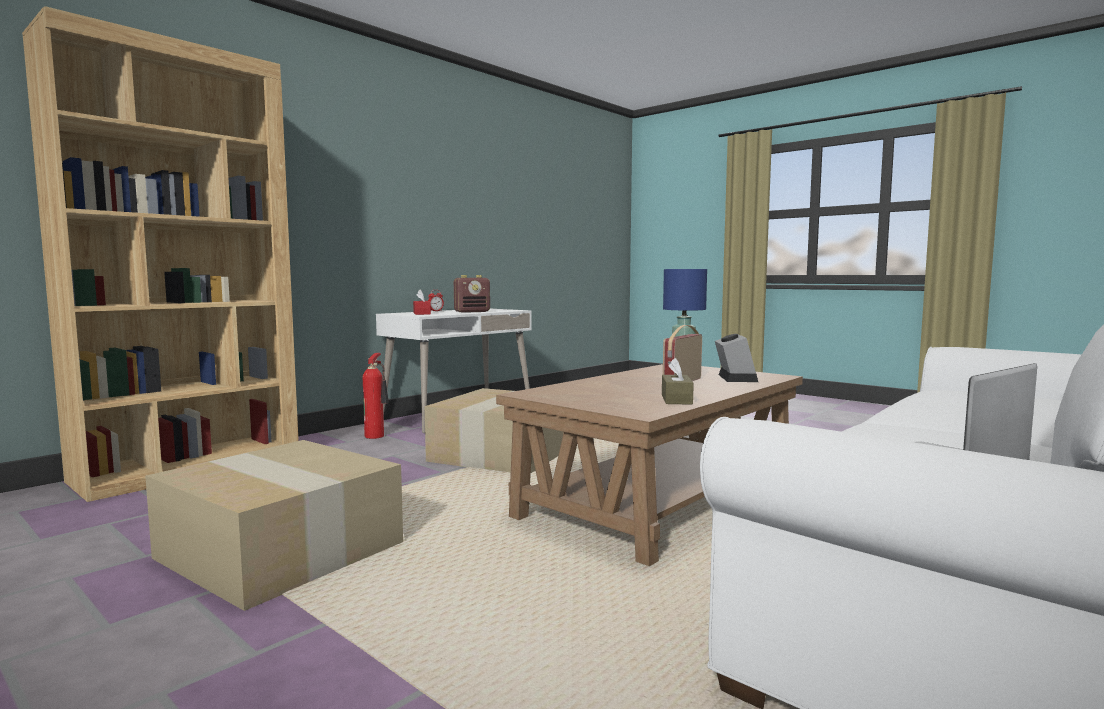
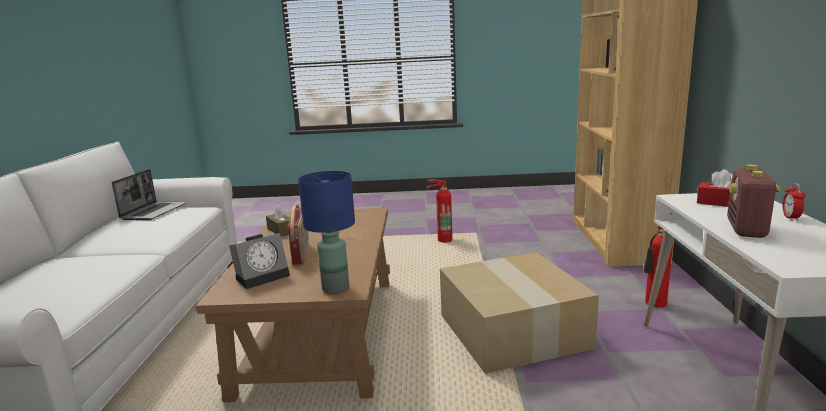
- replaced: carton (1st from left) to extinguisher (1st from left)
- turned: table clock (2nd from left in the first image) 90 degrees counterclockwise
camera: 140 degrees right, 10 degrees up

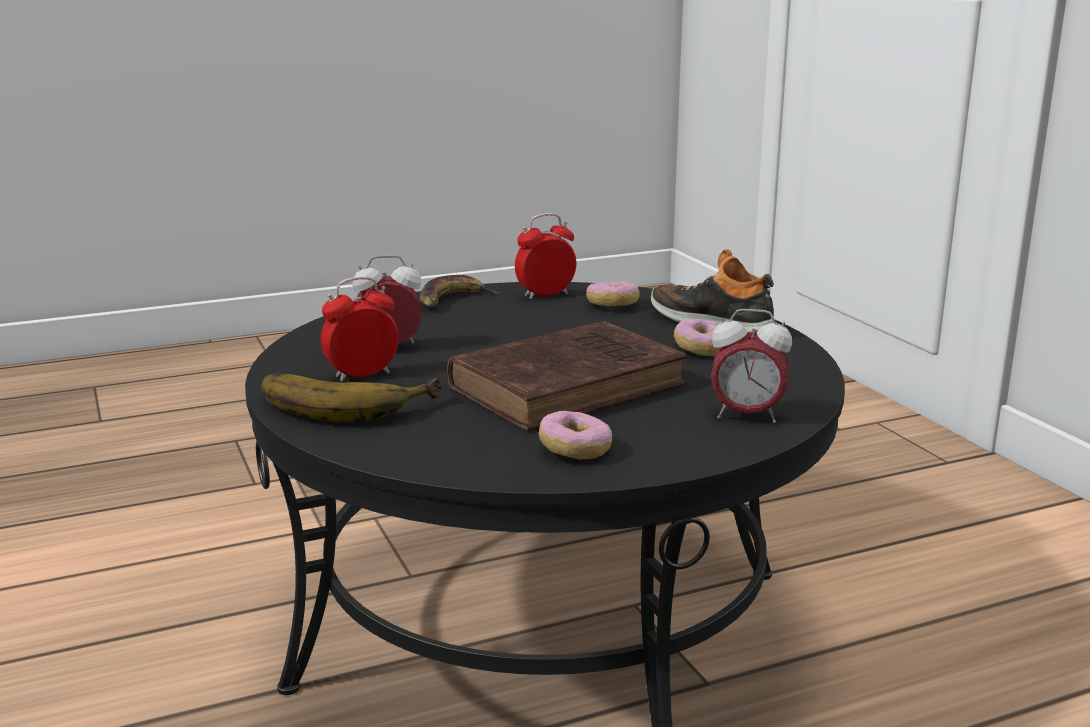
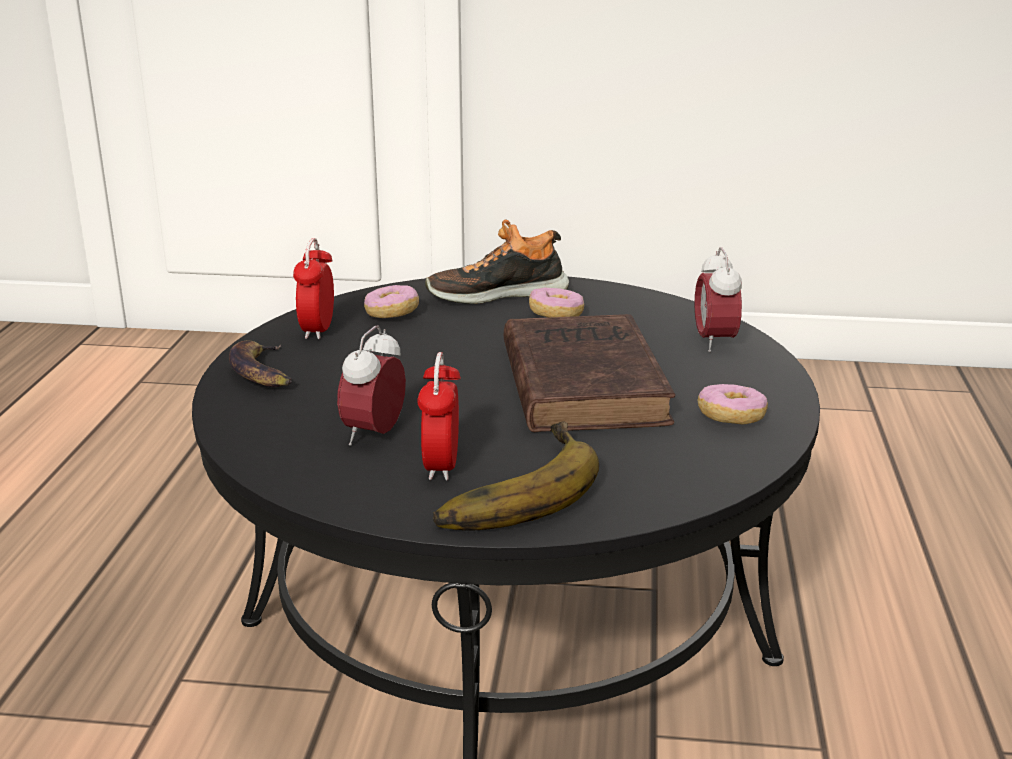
- turned: table clock (4th from left) 135 degrees clockwise
camera: 60 degrees left, 5 degrees up

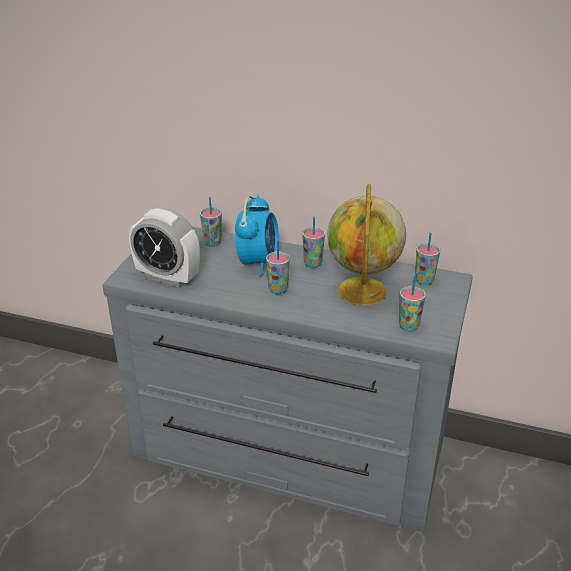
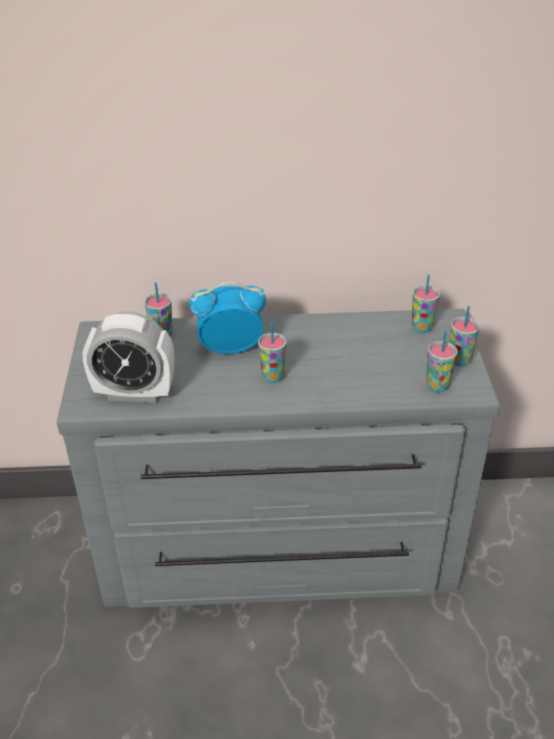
- turned: table clock (2nd from left) 90 degrees counterclockwise
- moved: drinking cup (3rd from left in the first image) to drinking cup (5th from left)
- removed: globe
camera: 20 degrees left, 5 degrees up

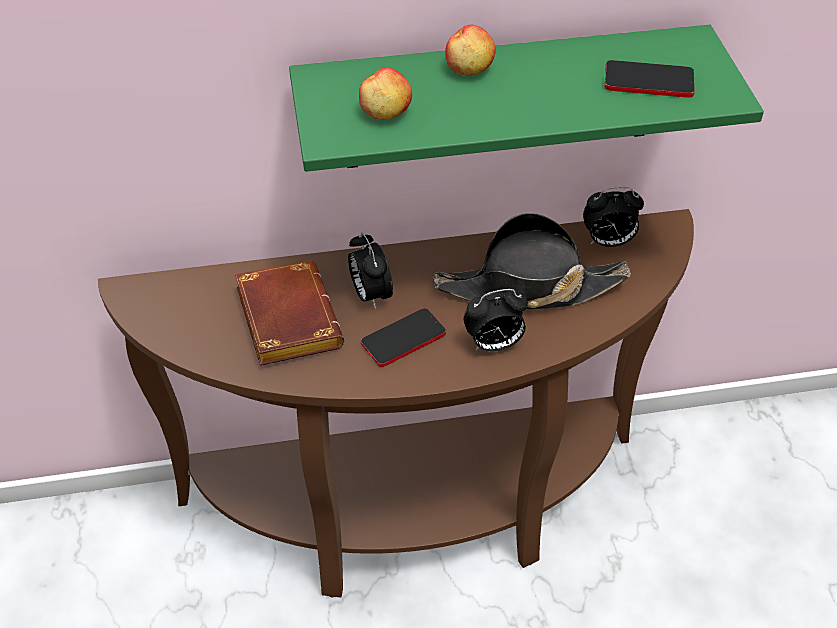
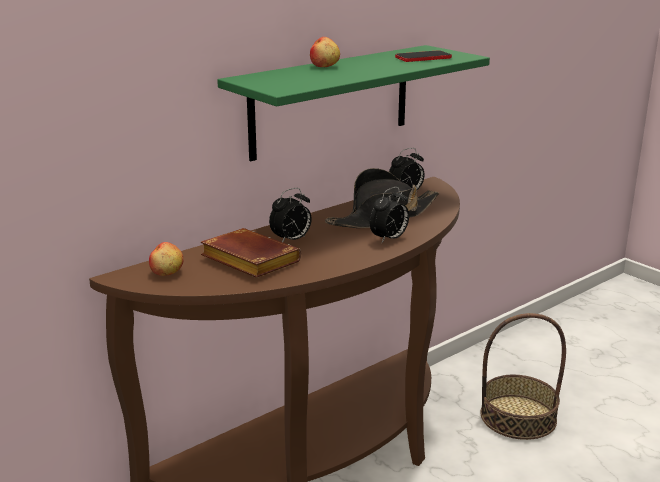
- turned: table clock (1st from left) 75 degrees counterclockwise
- moved: apple (1st from left)
- removed: telephone (1st from left)
- added: basket
camera: 30 degrees left, 25 degrees down

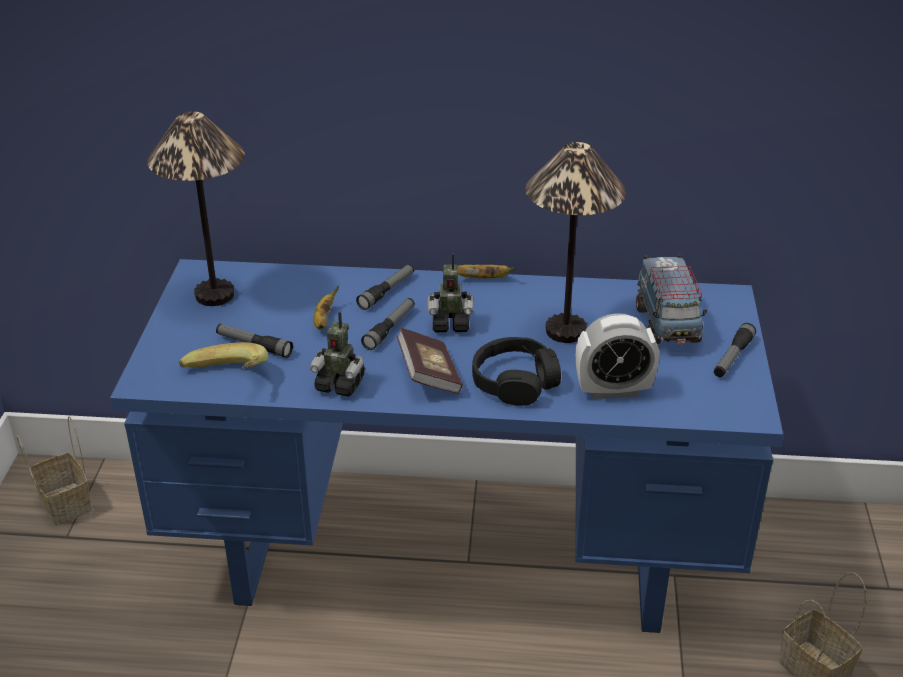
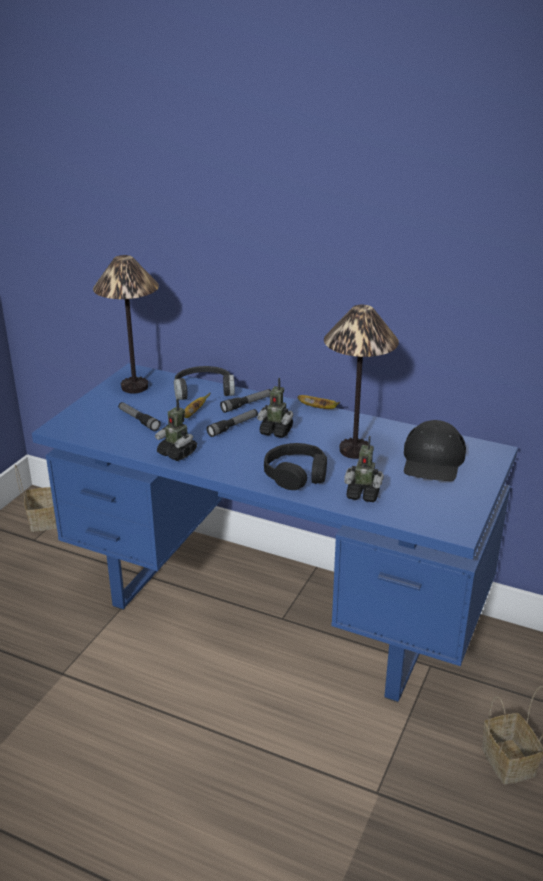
- removed: banana (1st from left)
- removed: book
- replaced: table clock to robot figure (3rd from left)
- replaced: toy truck to blackish cap
- removed: torch (4th from left)
- added: blackish headphones (1st from left)
camera: 20 degrees right, 5 degrees down

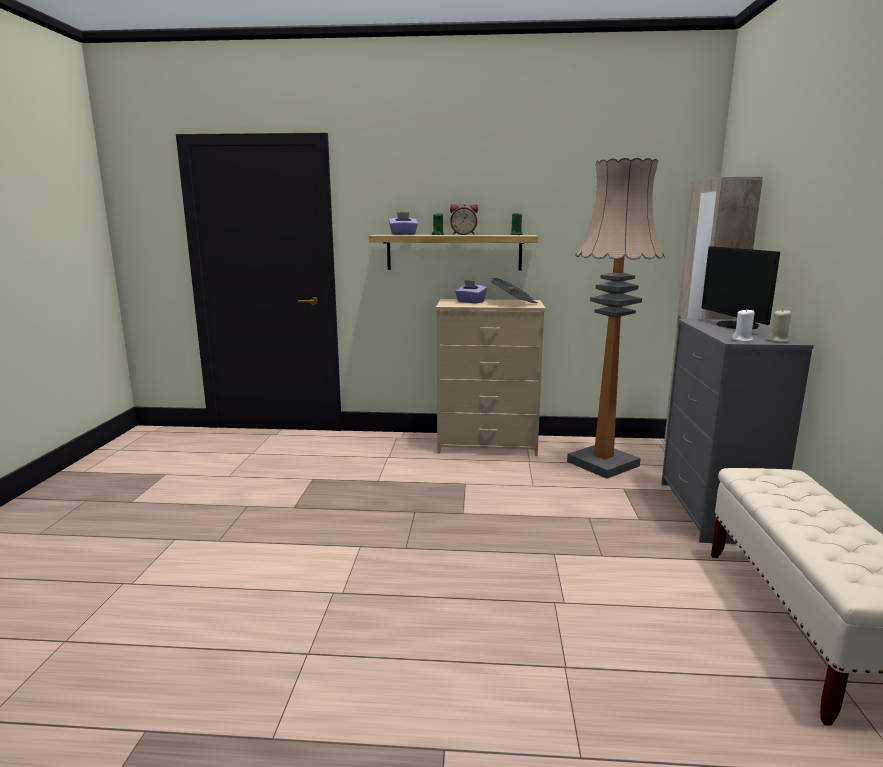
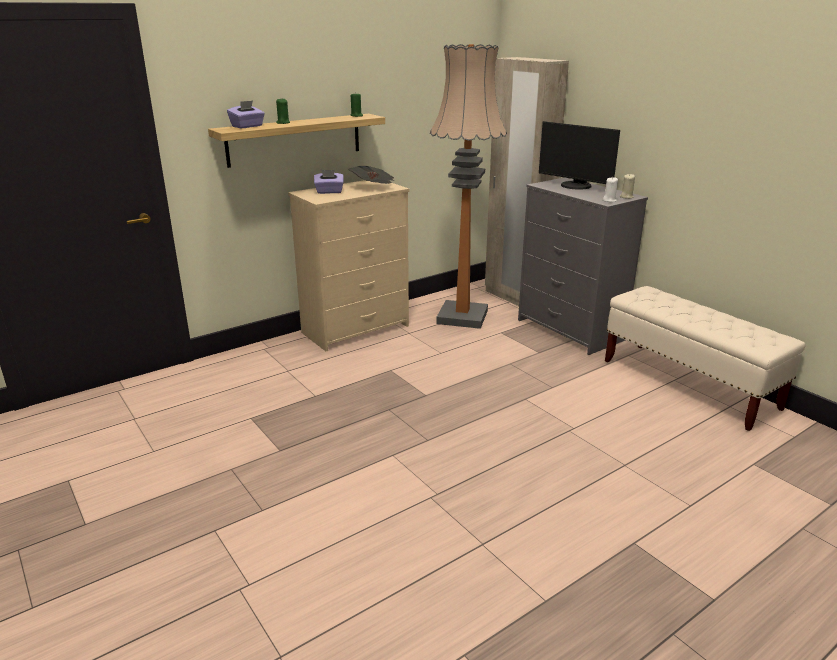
- removed: table clock
camera: 40 degrees left, 10 degrees up

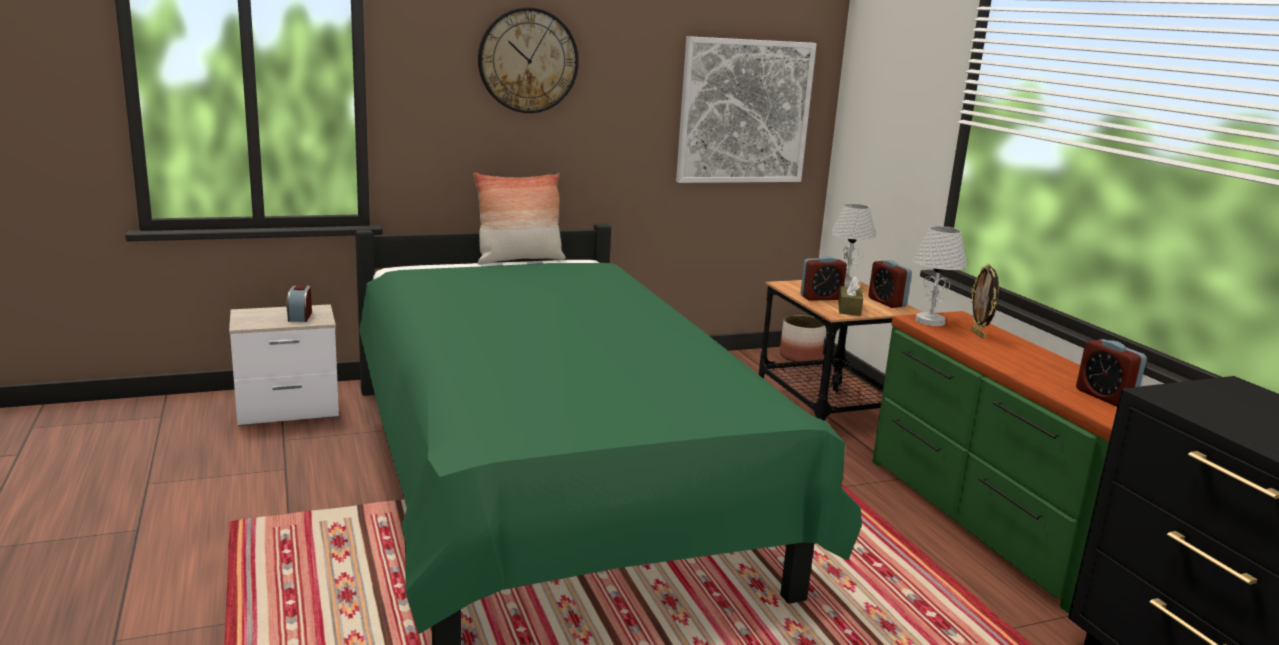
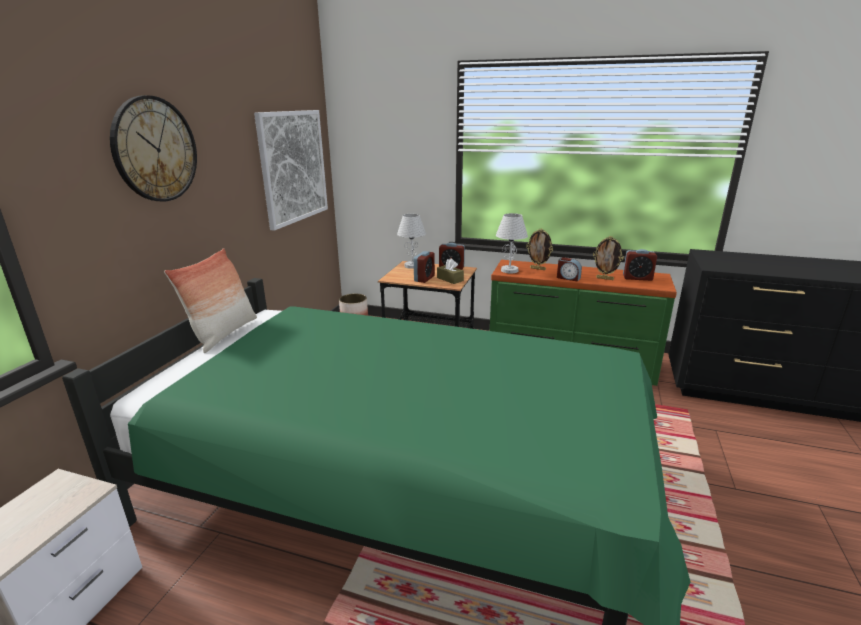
- moved: table clock (1st from left in the first image) to table clock (3rd from left)
- added: picture frame (2nd from left)
camera: 50 degrees left, 5 degrees up

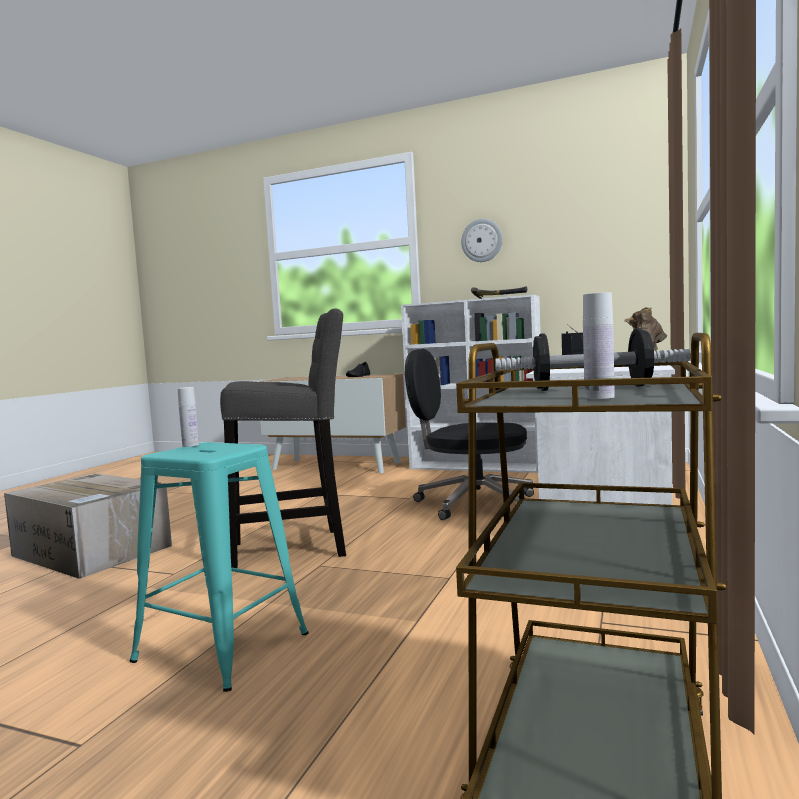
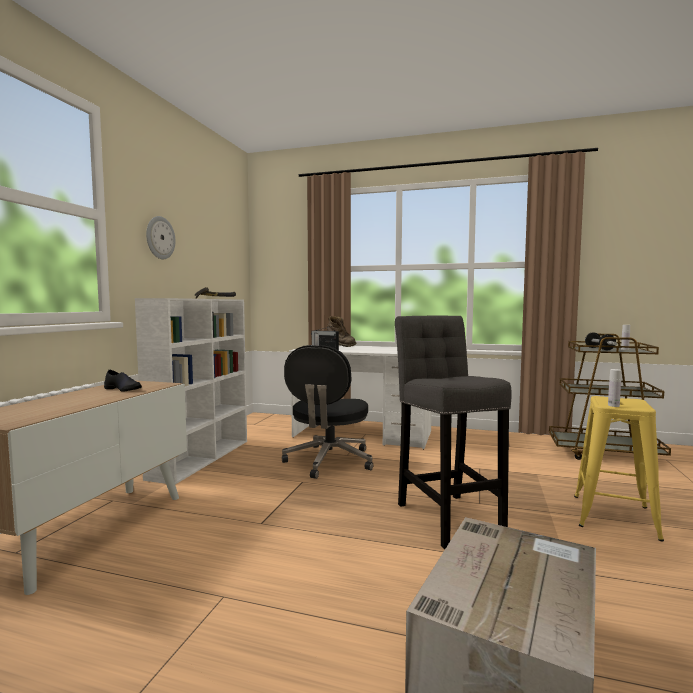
- recoloured: turquoise-coloured sitting stool to yellowish sitting stool
camera: 95 degrees left, 0 degrees up

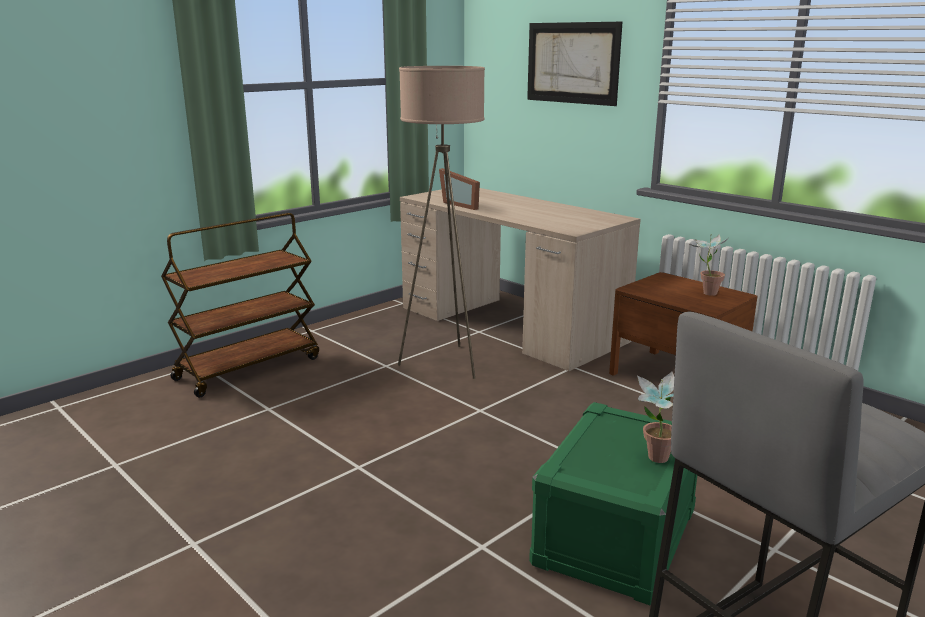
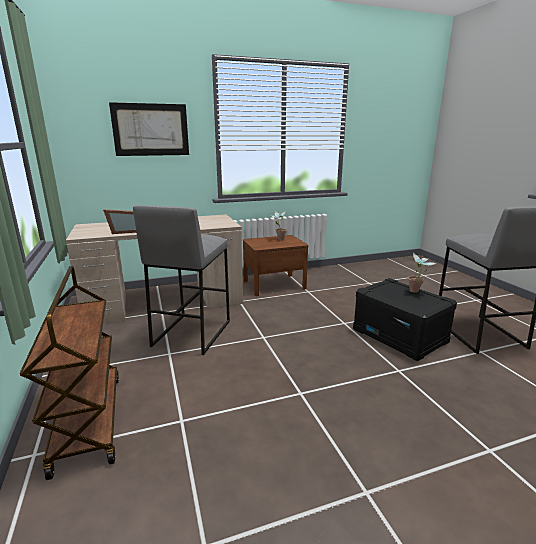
- replaced: sand-coloured standard lamp to greyish sitting stool (1st from left)
- recoloured: green storage box to blackish storage box
camera: 65 degrees left, 0 degrees up

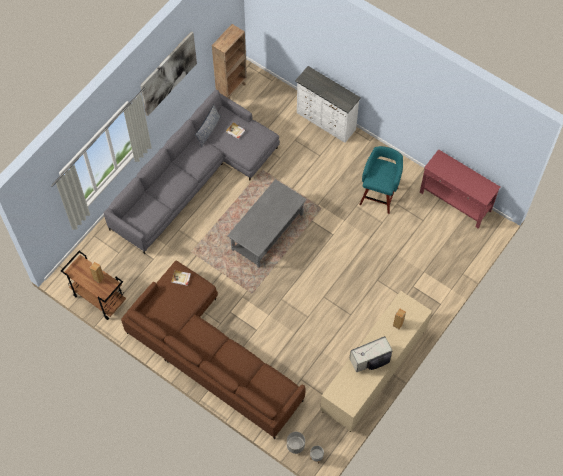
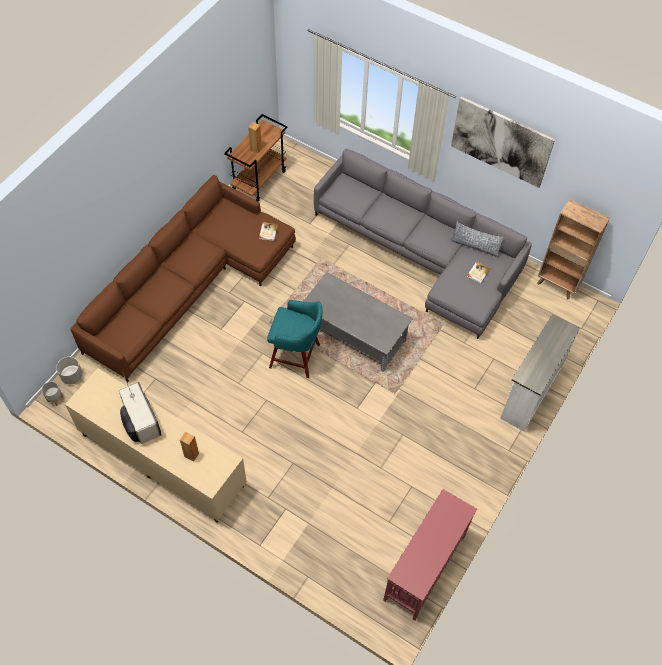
- moved: turquoise-coloured sitting stool
camera: 85 degrees right, 5 degrees down

